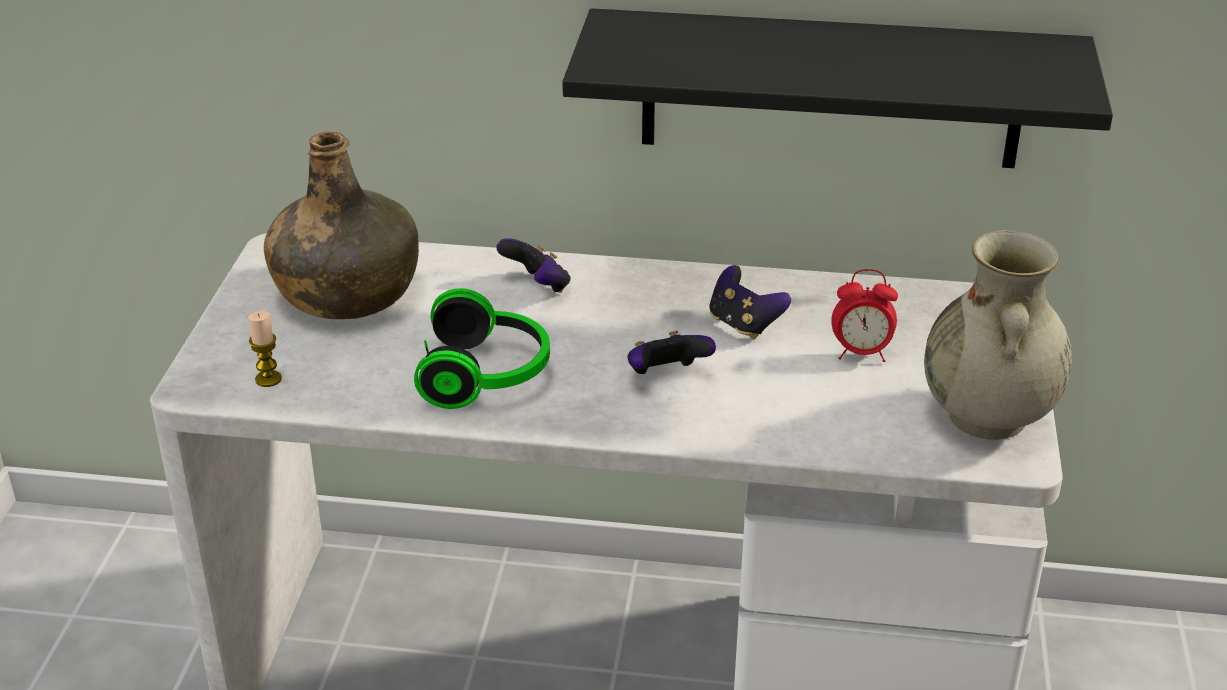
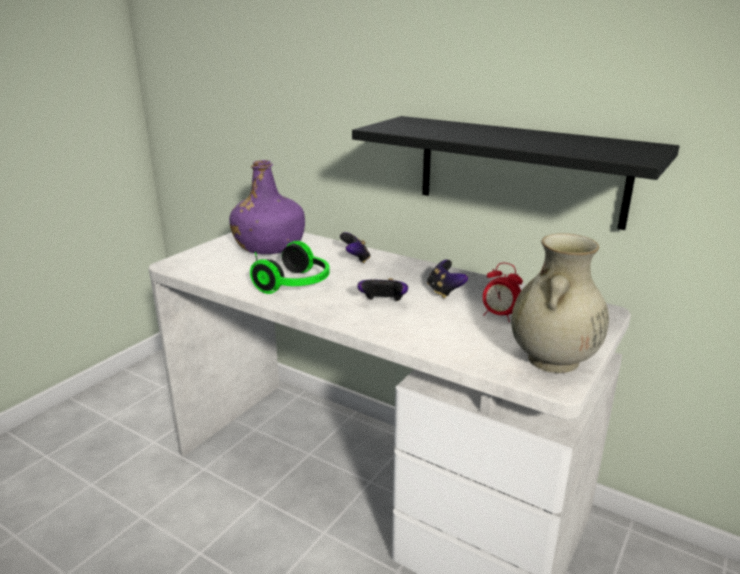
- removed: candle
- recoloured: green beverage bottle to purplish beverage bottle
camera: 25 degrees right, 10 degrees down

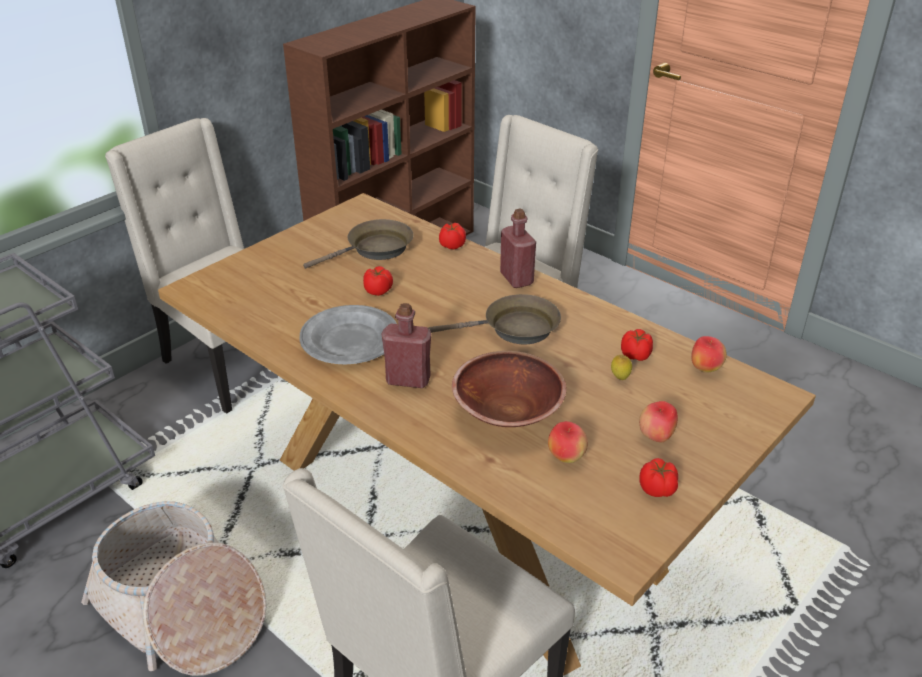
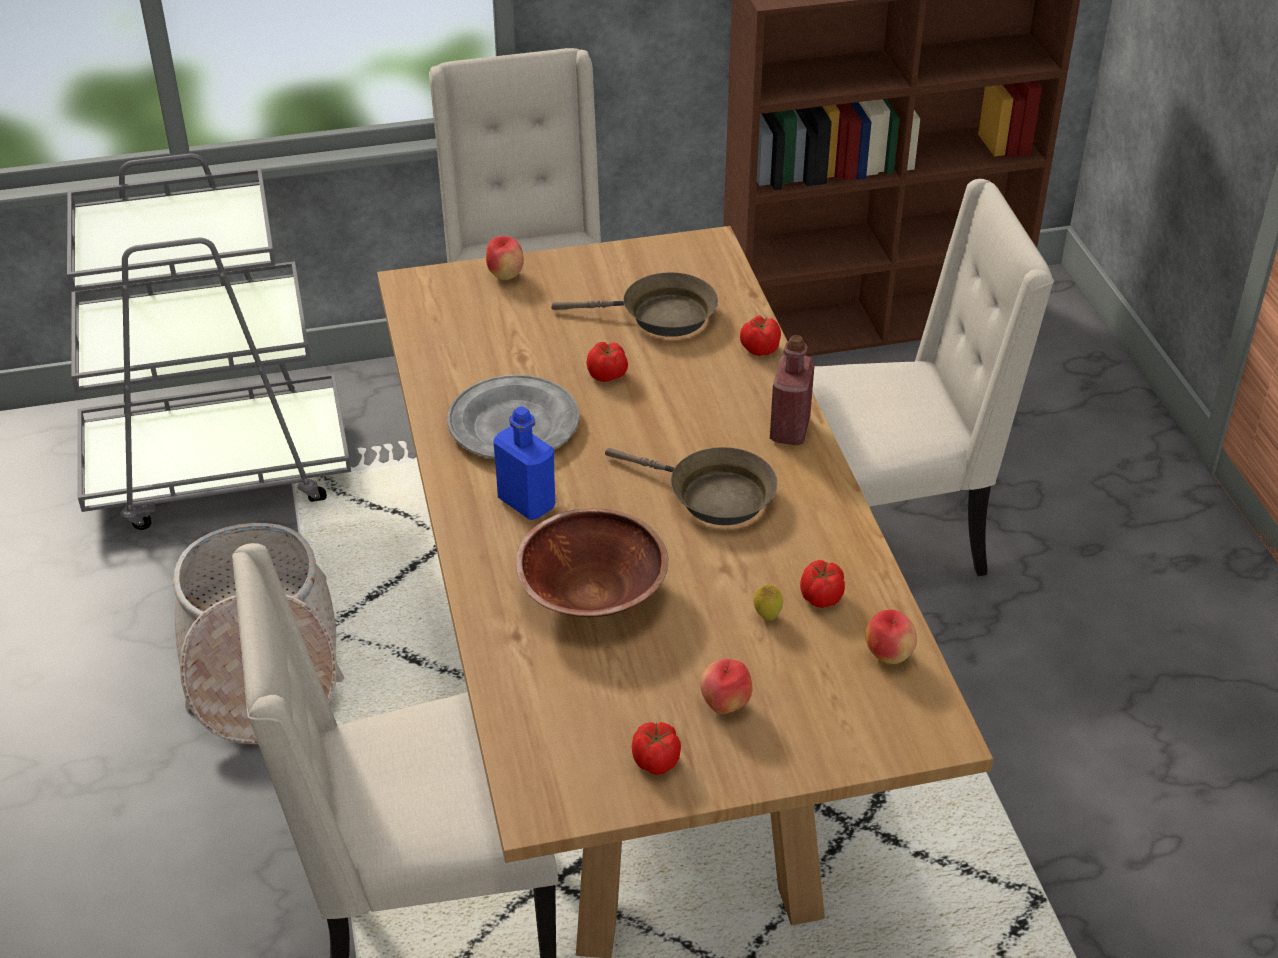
- recoloured: red beverage bottle (1st from left) to blue beverage bottle
- moved: apple (1st from left)
camera: 35 degrees right, 5 degrees up

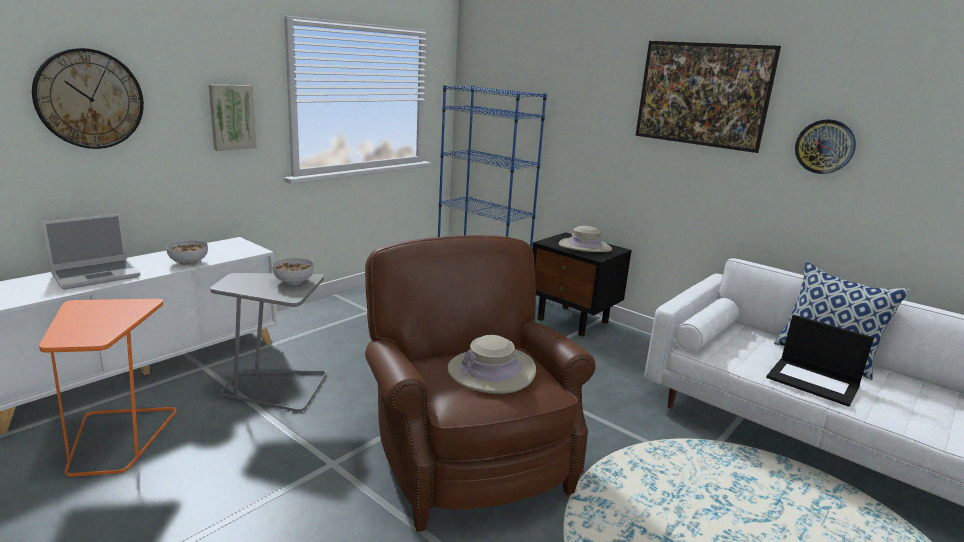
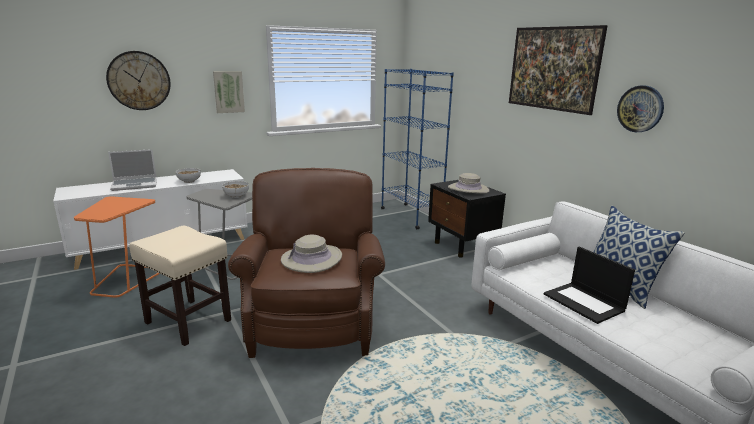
- added: sand-coloured sitting stool
camera: 20 degrees right, 0 degrees up

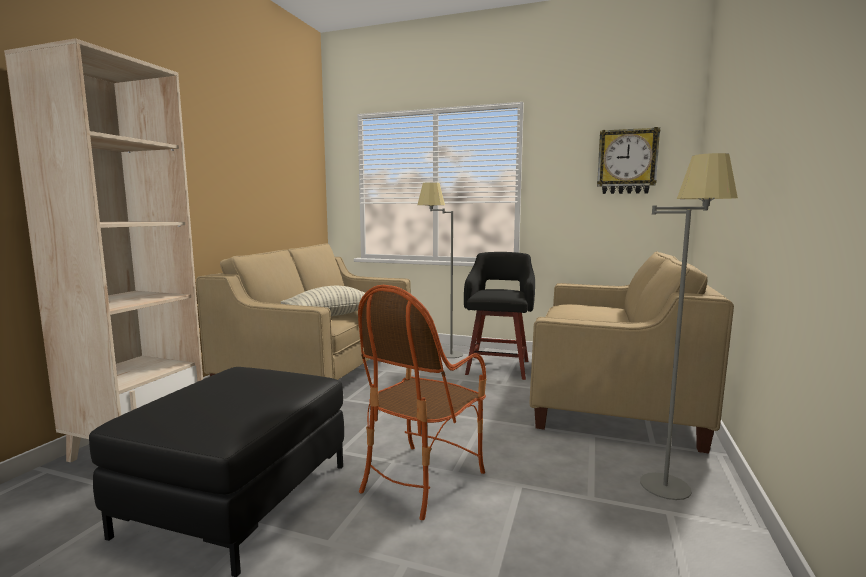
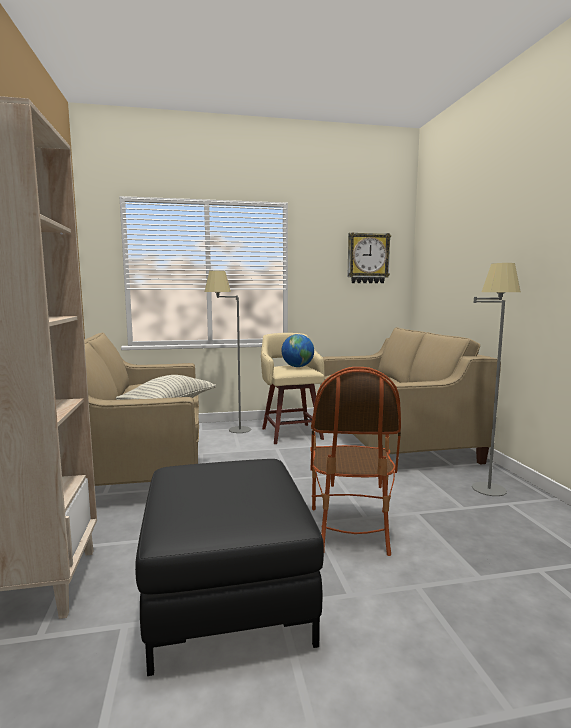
- recoloured: blackish sitting stool to sand-coloured sitting stool
- added: globe
camera: 30 degrees left, 0 degrees up

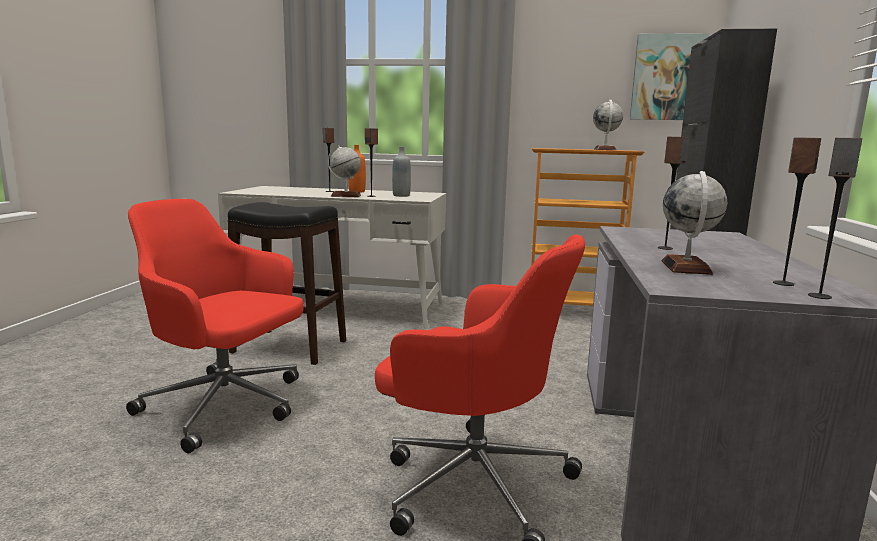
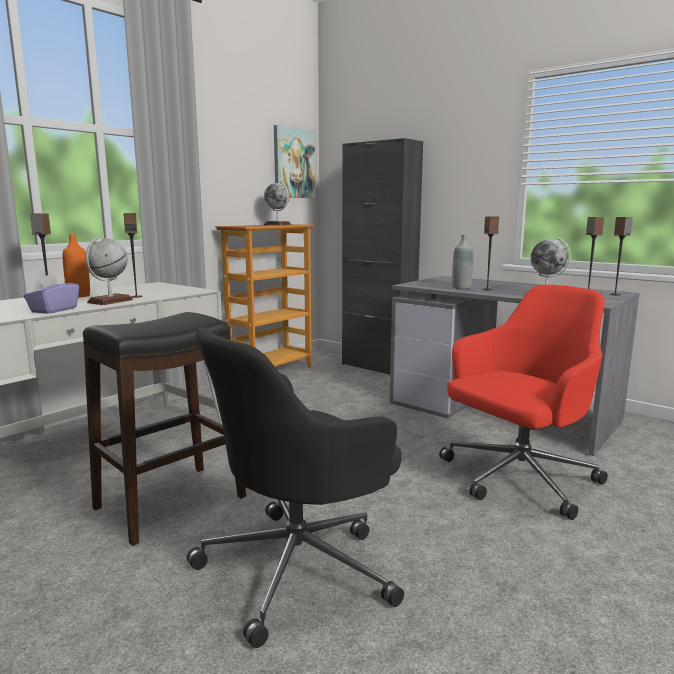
- recoloured: red computer chair (1st from left) to blackish computer chair
- moved: greyish beverage bottle
- added: purplish tissue box
camera: 60 degrees left, 0 degrees up

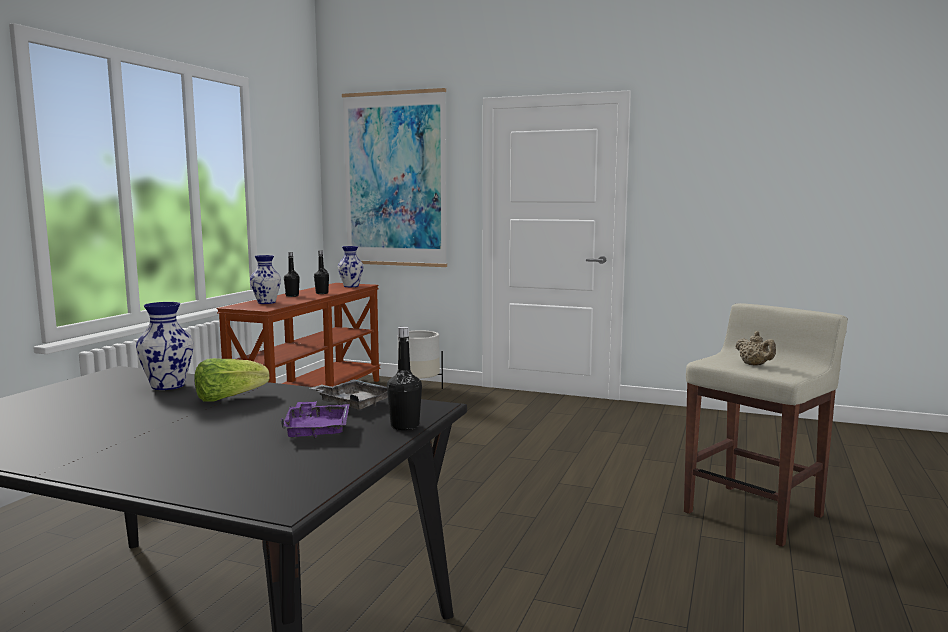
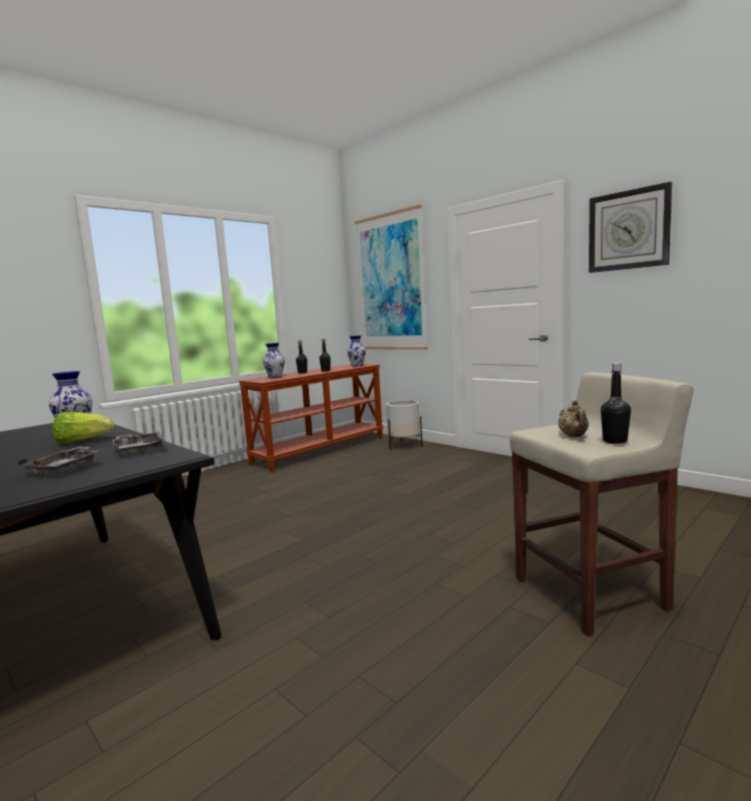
- recoloured: purplish tray to greyish tray (1st from left)
- moved: blackish beverage bottle (3rd from left)
- added: clock on the wall
camera: 25 degrees right, 0 degrees up

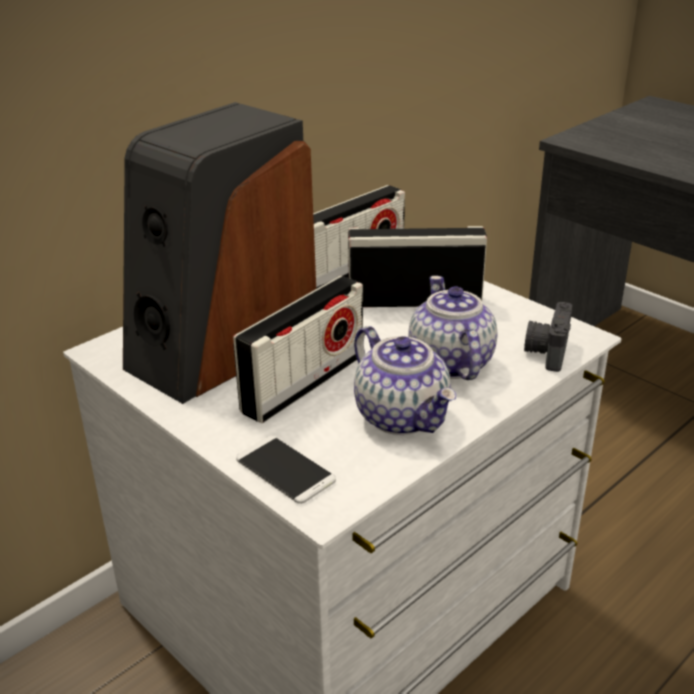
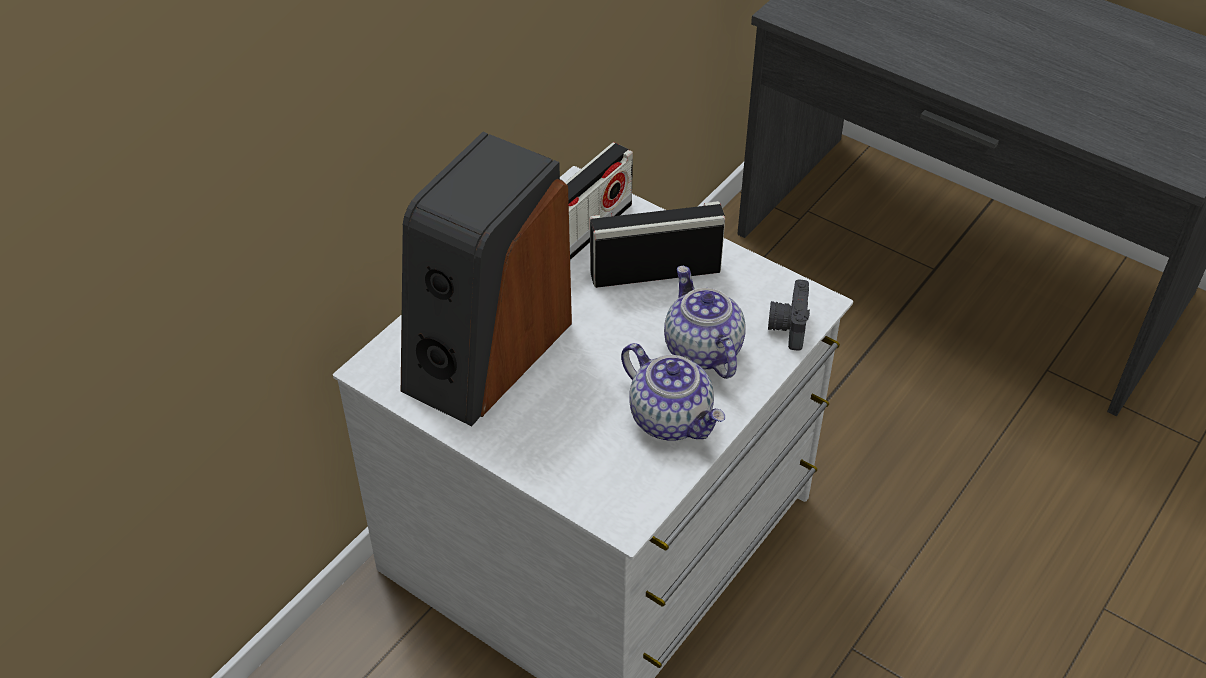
- removed: radio set (1st from left)
- removed: telephone
camera: 10 degrees left, 15 degrees up

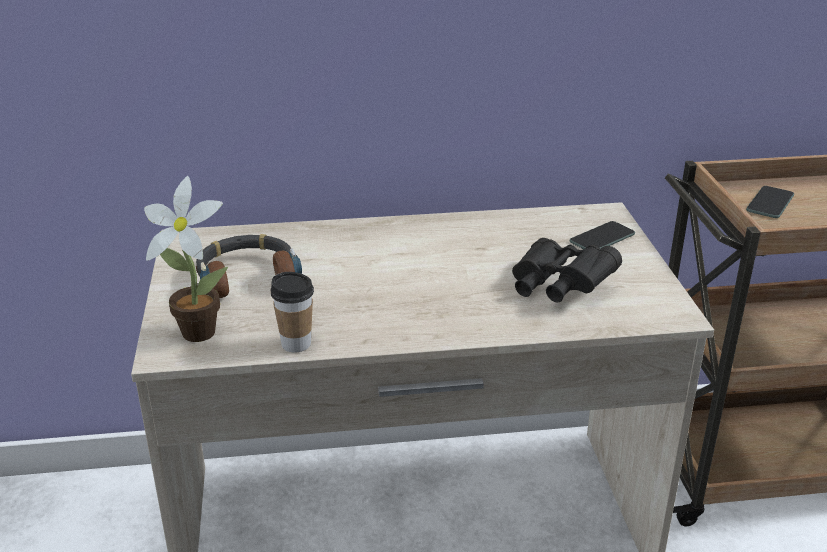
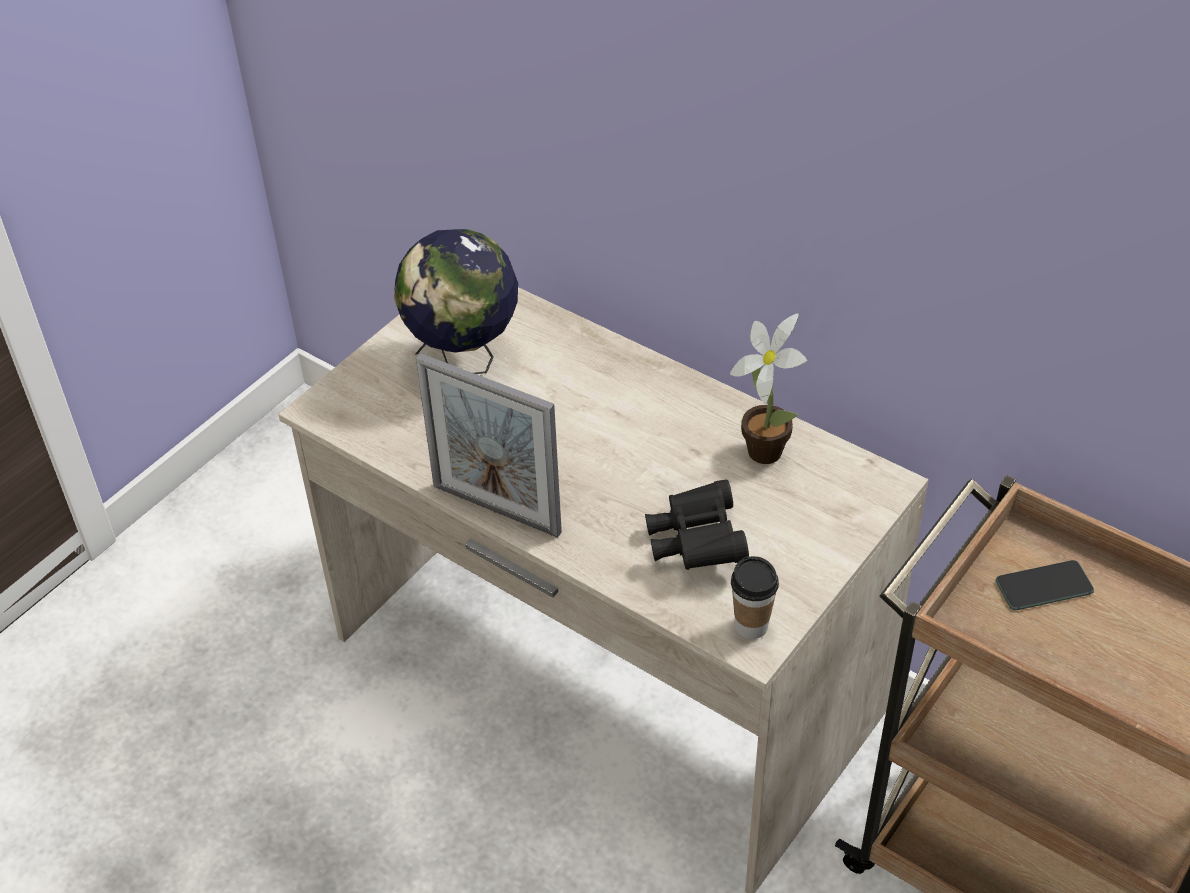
- moved: houseplant
- replaced: headphones to globe
- moved: drinking cup
- removed: telephone (1st from left)
- added: picture frame
camera: 45 degrees right, 15 degrees up

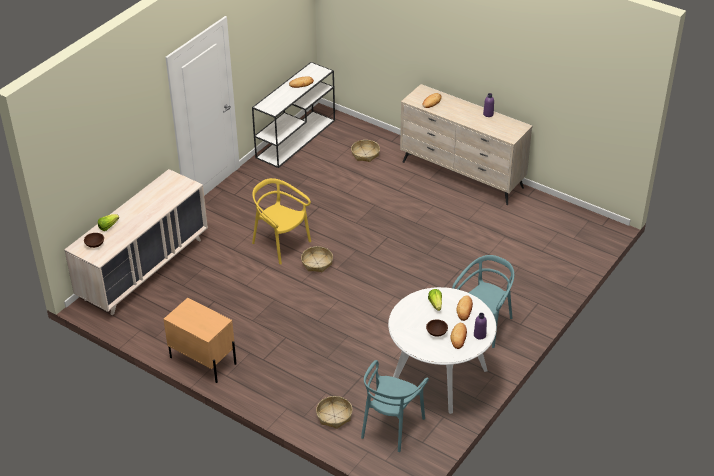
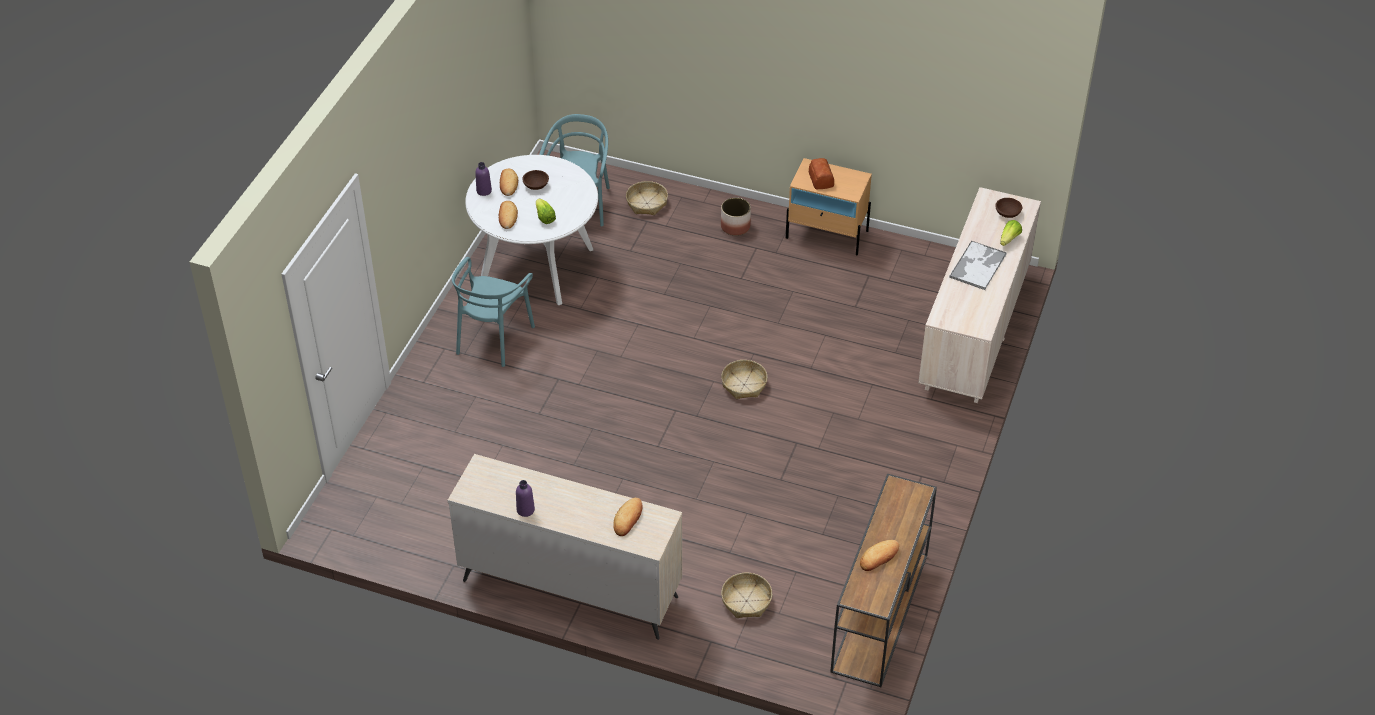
- recoloured: white narrow table to brownish narrow table
- removed: yellowish chair
- added: flower pot
- added: baked bread (4th from left)
- added: tray
camera: 165 degrees right, 5 degrees up

